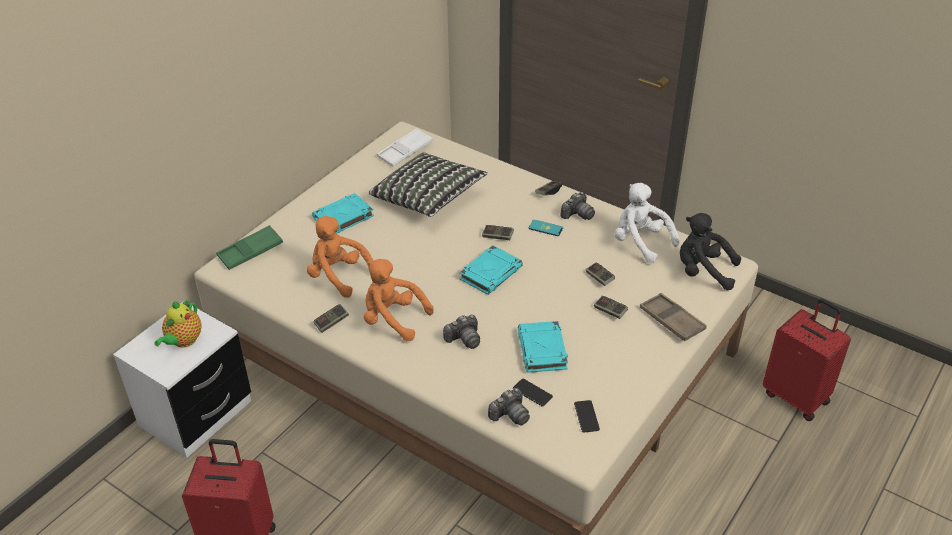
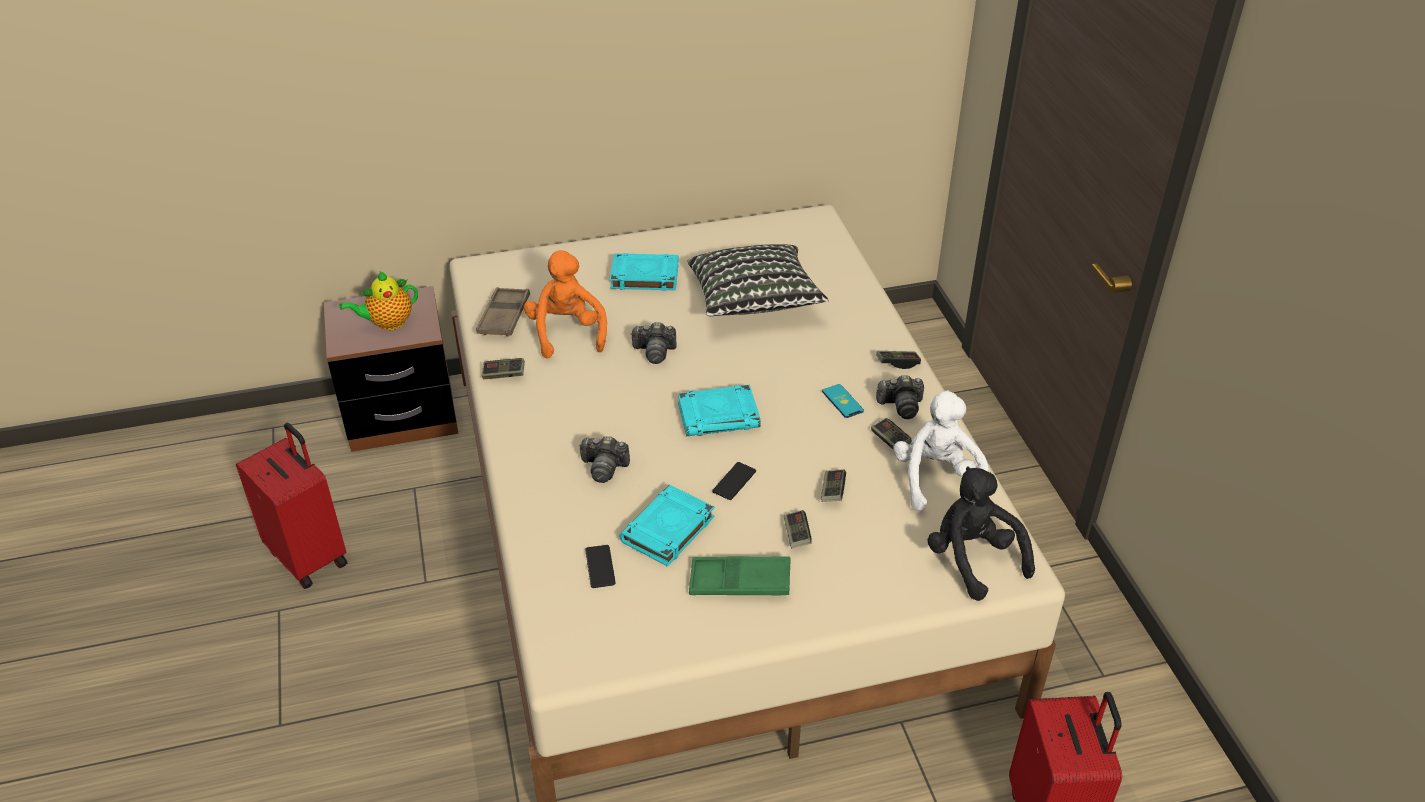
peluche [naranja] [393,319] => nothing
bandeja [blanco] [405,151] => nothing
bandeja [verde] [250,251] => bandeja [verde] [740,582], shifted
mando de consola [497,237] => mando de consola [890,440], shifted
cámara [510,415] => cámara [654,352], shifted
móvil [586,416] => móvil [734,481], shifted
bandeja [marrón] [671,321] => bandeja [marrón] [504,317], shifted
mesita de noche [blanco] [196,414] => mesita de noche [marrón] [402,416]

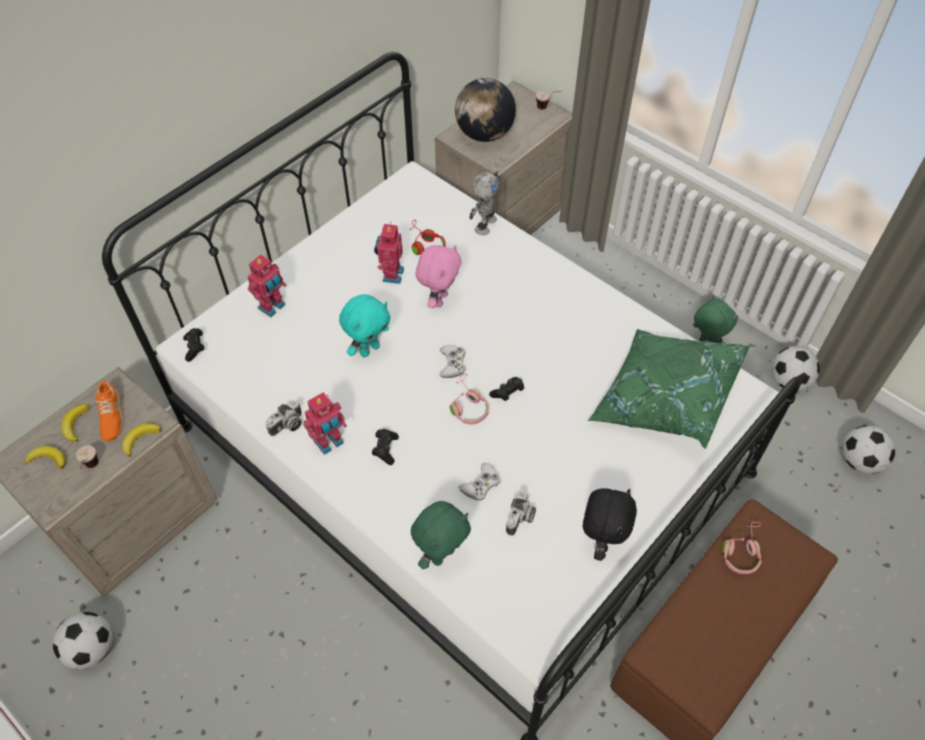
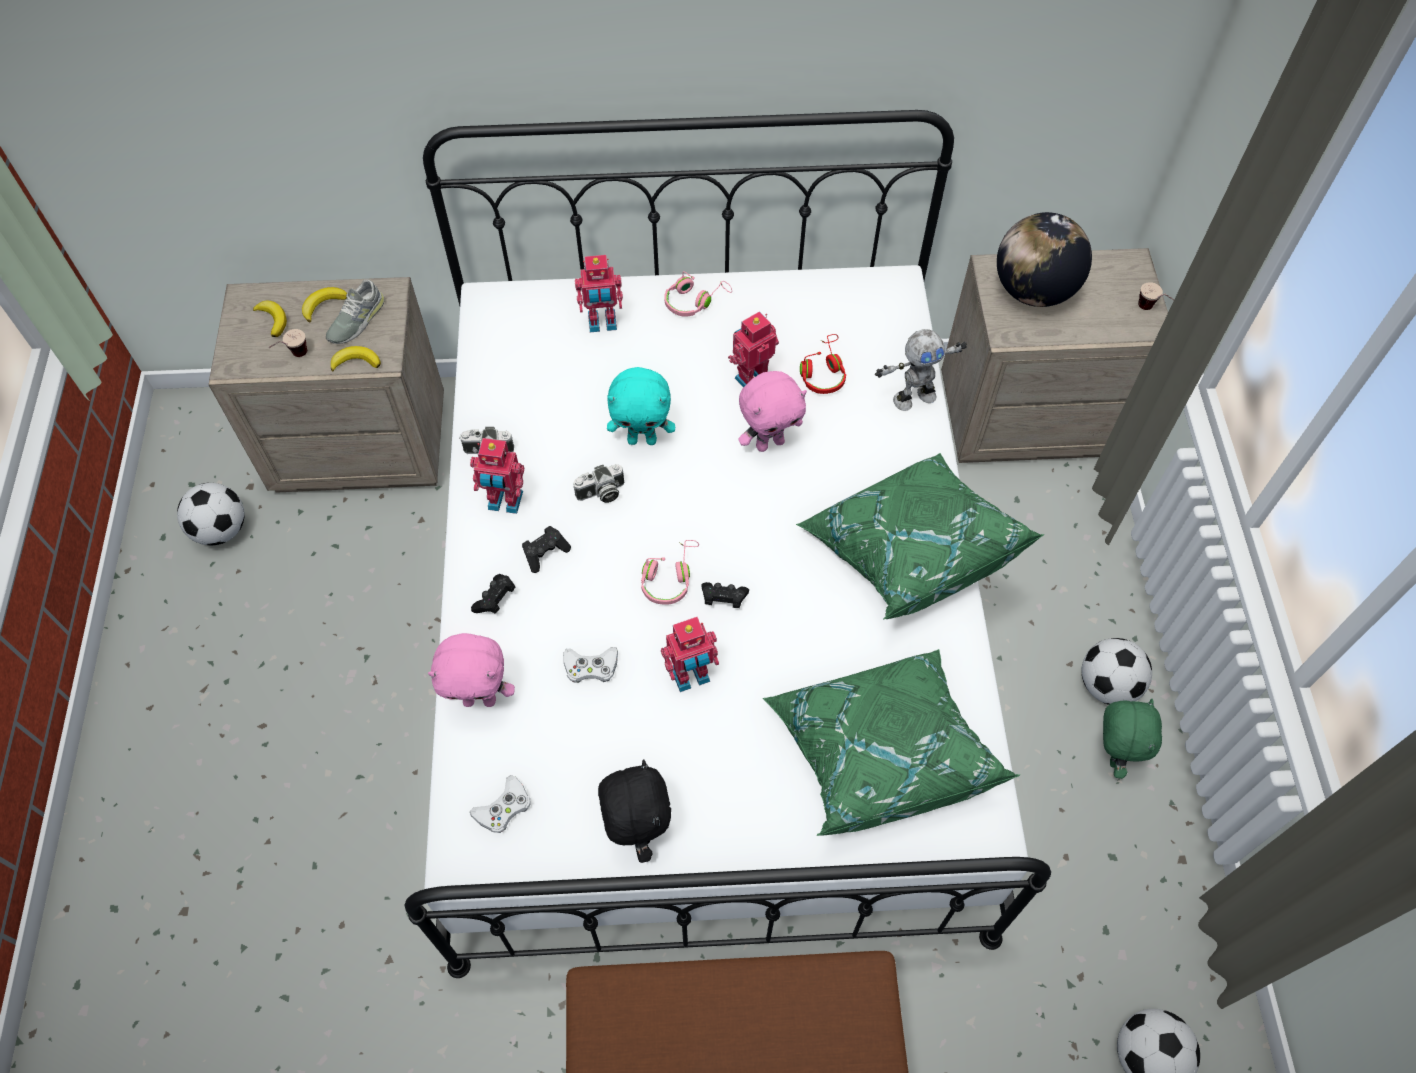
nothing => robot de juguete [691,677]
nothing => cojín [verde] [909,550]
mando de consola [negro] [195,348] => mando de consola [negro] [495,599], shifted
mando de consola [blanco] [452,364] => mando de consola [blanco] [503,808], shifted
cámara [520,519] => cámara [601,493], shifted
auriculares [rosa] [741,551] => auriculares [rosa] [694,301], shifted
balón de fútbol [788,381] => balón de fútbol [1107,685], shifted
zapato [naranja] [111,416] => zapato [gris] [356,320]
peluche [verde] [442,554] => peluche [rosa] [480,699]
peluche [negro] [601,541] => peluche [negro] [637,830], 75 degrees counterclockwise

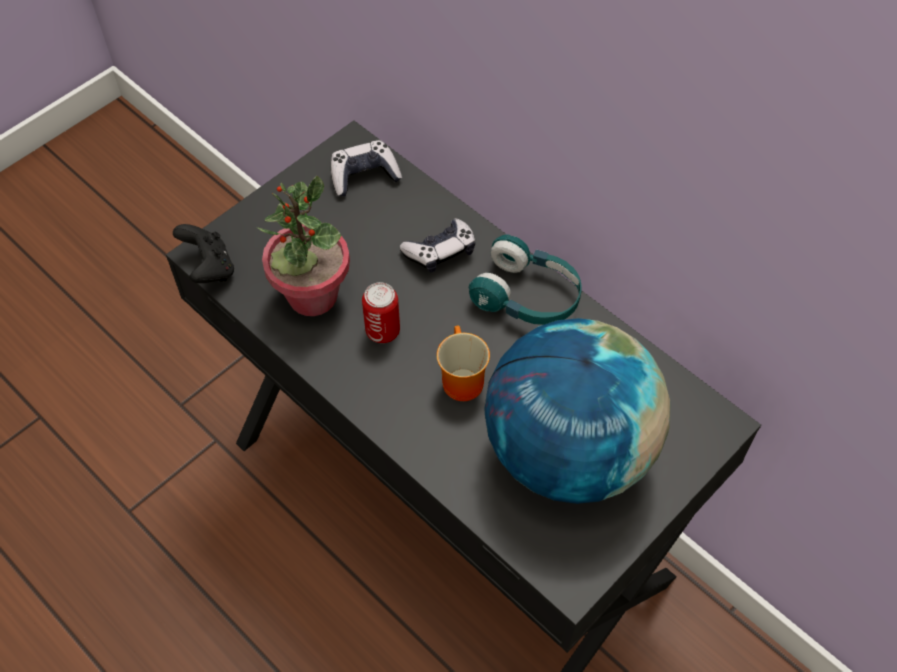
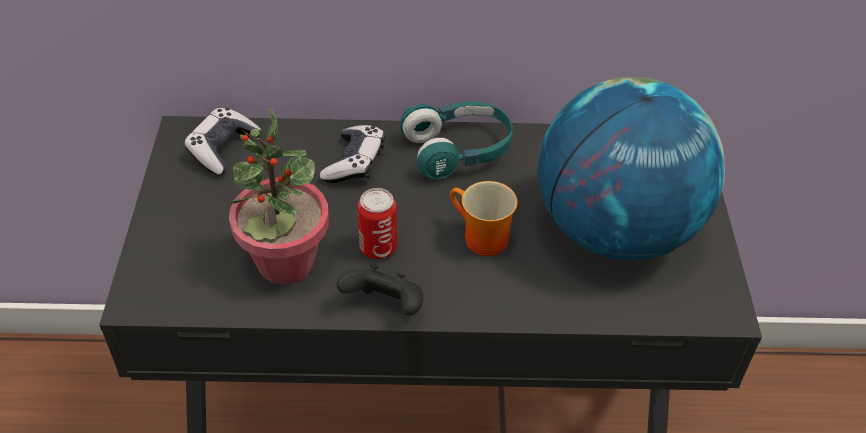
mando de consola [negro] [209,268] => mando de consola [negro] [385,306], shifted

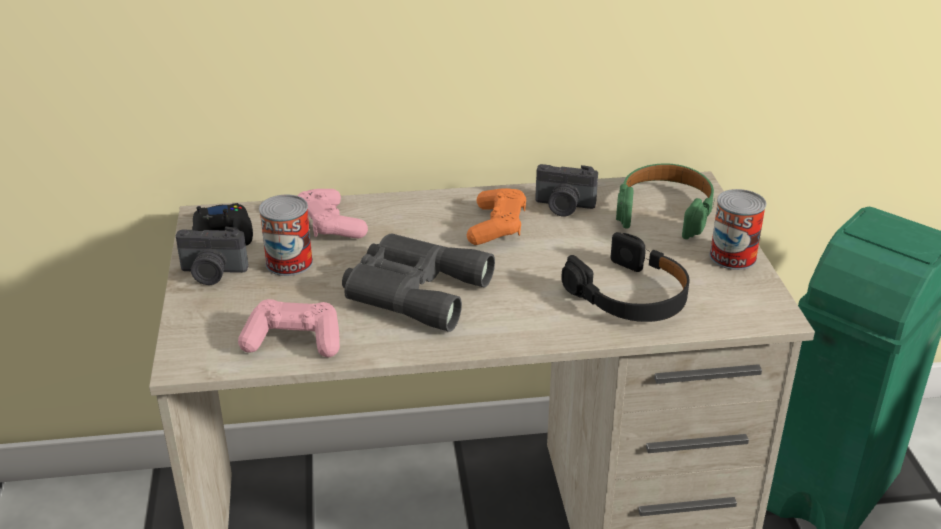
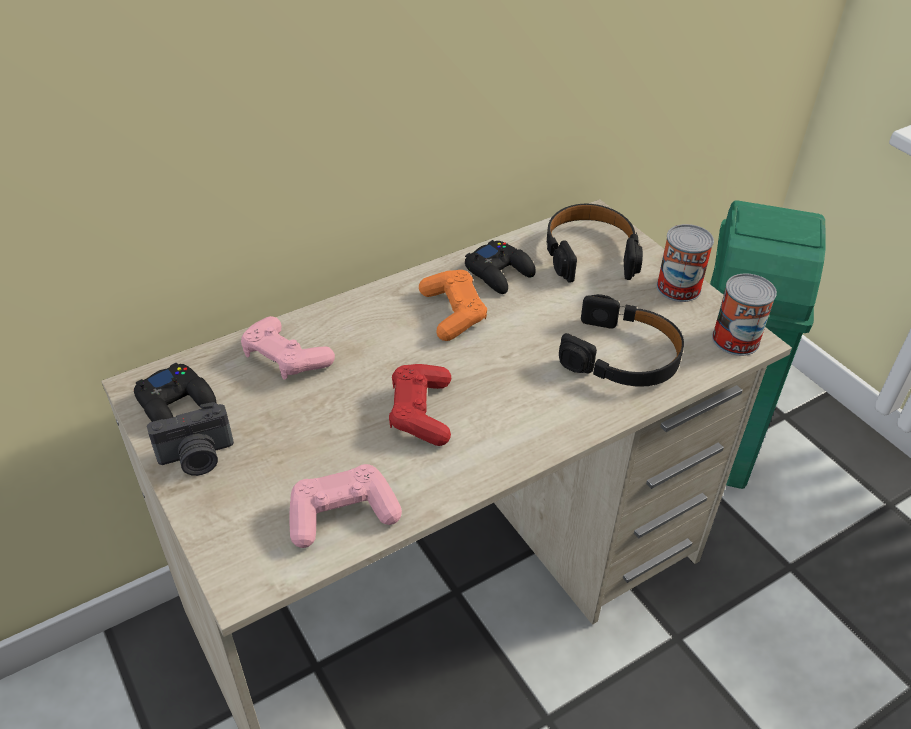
lata [289,262] => lata [735,339], shifted
prismáticos [gris] [412,289] => mando de consola [rojo] [421,412]
cámara [564,207] => mando de consola [negro] [499,273]
auriculares [verde] [664,210] => auriculares [negro] [590,252]

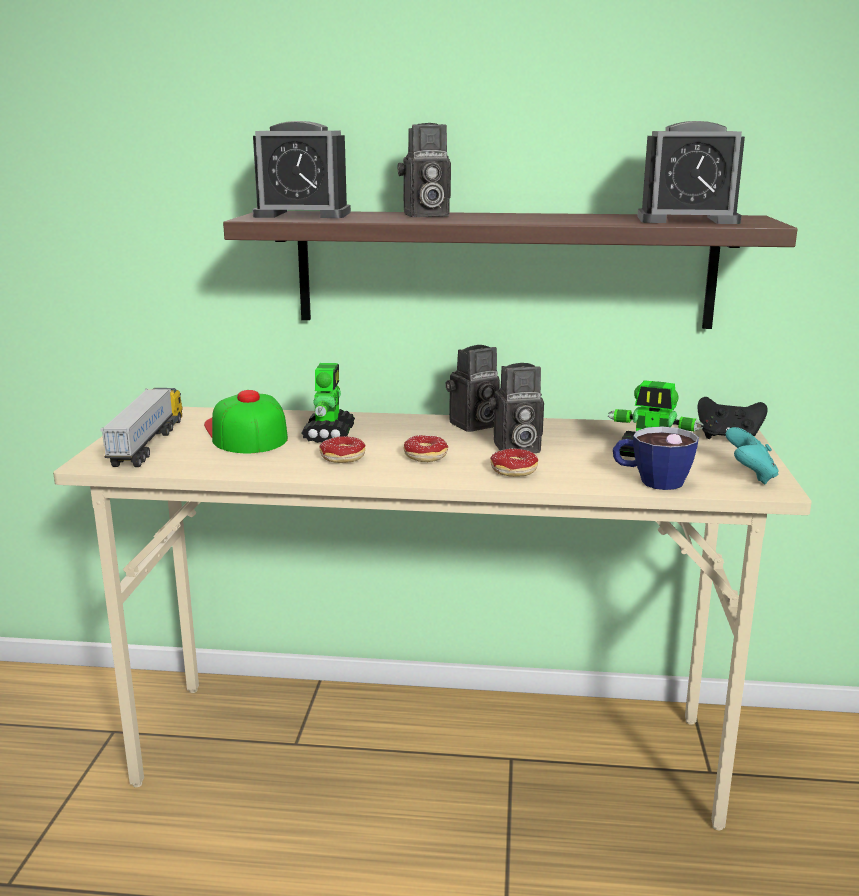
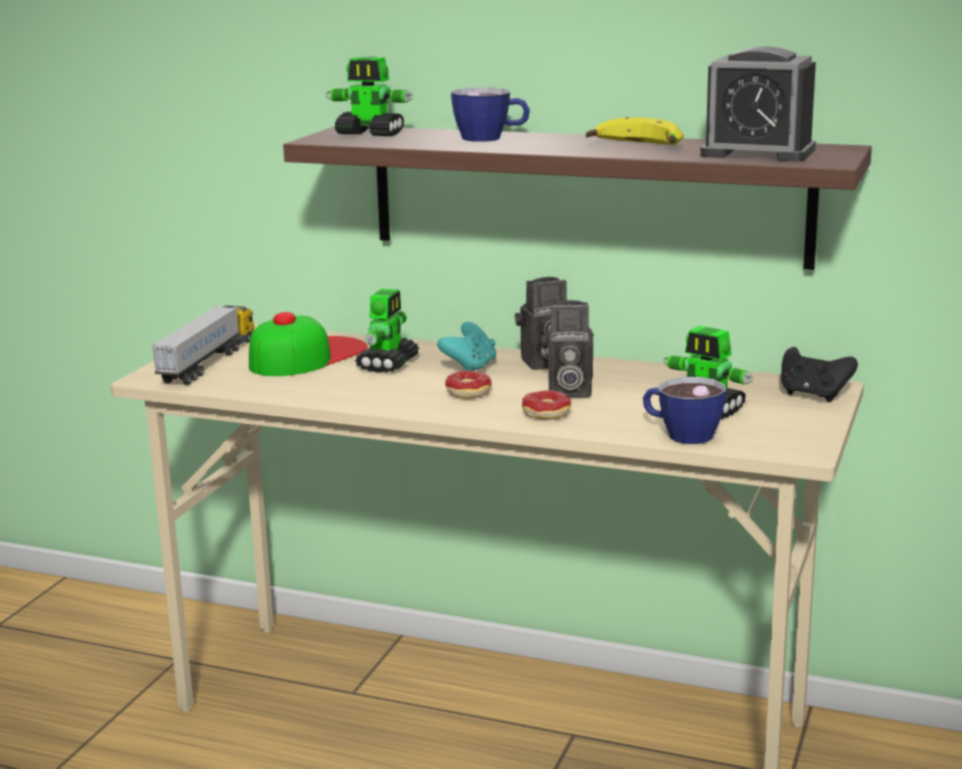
rosquilla [341,460] => nothing
nothing => plátano [635,146]
mando de consola [turquesa] [750,476] => mando de consola [turquesa] [470,368], shifted
despertador [303,214] => robot de juguete [371,134]
cámara [424,215] => taza [491,138]
gorra [245,432] => gorra [307,356], 45 degrees clockwise

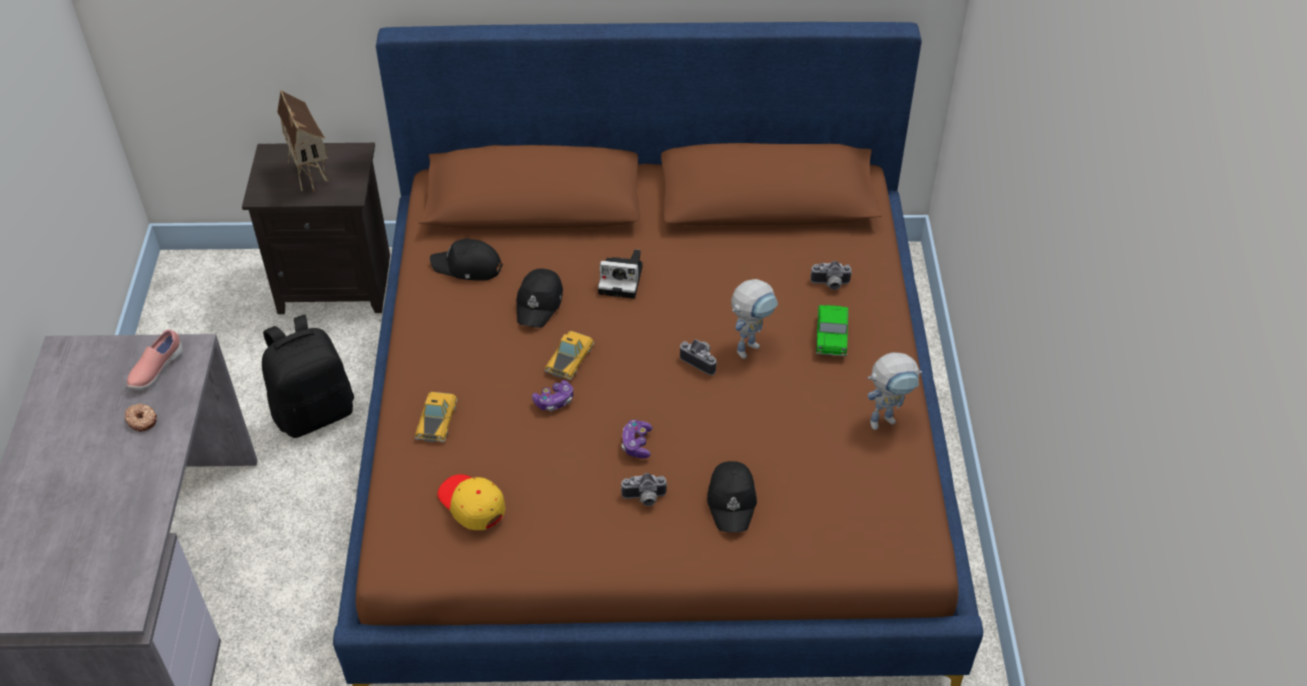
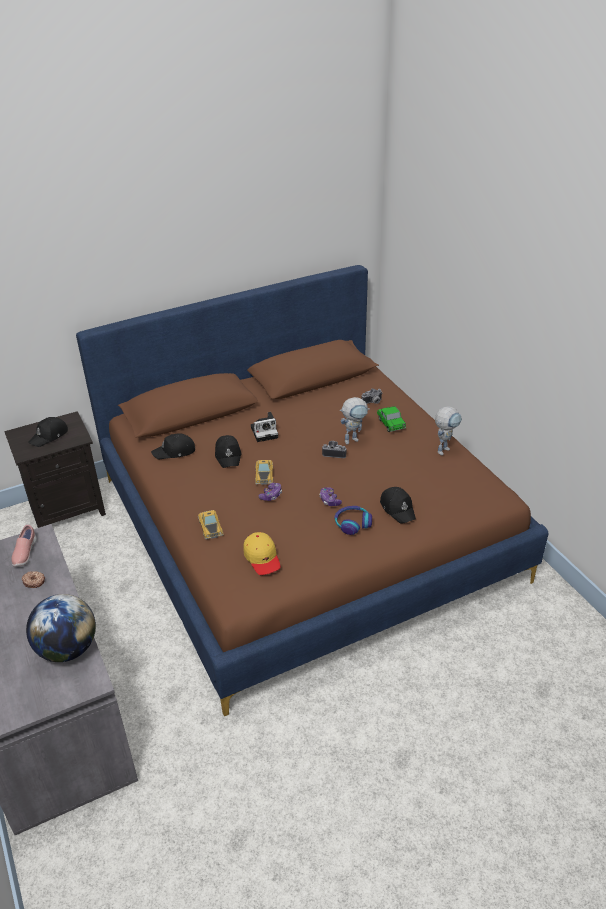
mochila [negro] [314,411] => nothing
nothing => globo terráqueo [68,649]
casita [311,174] => gorra [negro] [49,436]
cámara [644,498] => auriculares [352,523]
gorra [amarillo] [471,504] => gorra [amarillo] [262,558], 135 degrees counterclockwise
robot de juguete [750,345] => robot de juguete [354,439], 45 degrees clockwise

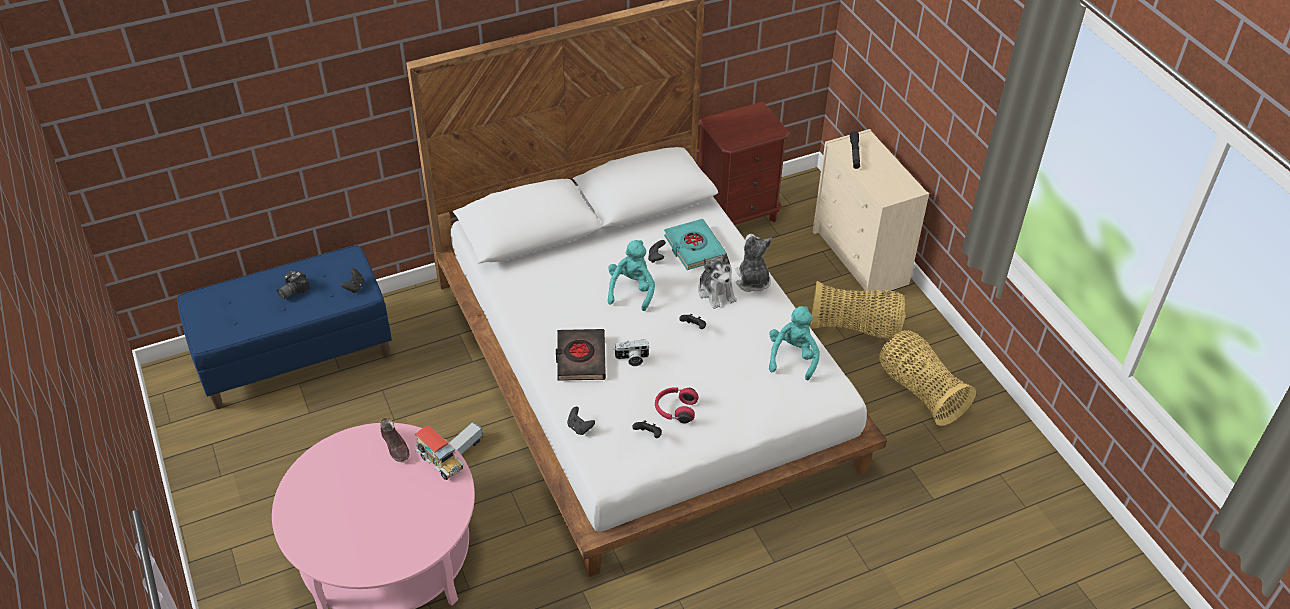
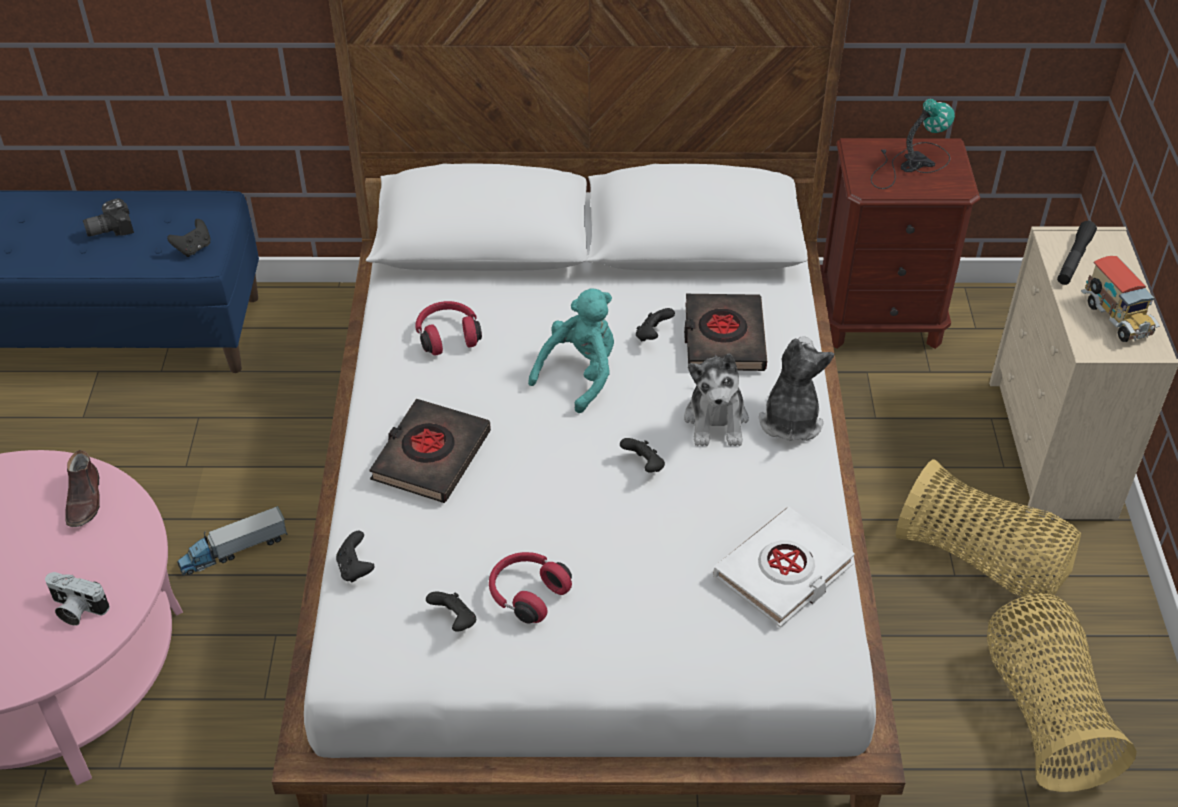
nothing => auriculares [rojo] [448,336]
nothing => lámpara de mesa [909,164]
camión de juguete [440,463] => camión de juguete [1115,319], shifted
cámara [632,359] => cámara [76,609], shifted
peluche [turquesa] [793,357] => libro [blanco] [783,572]
libro [turquesa] [694,248] => libro [negro] [723,338]

